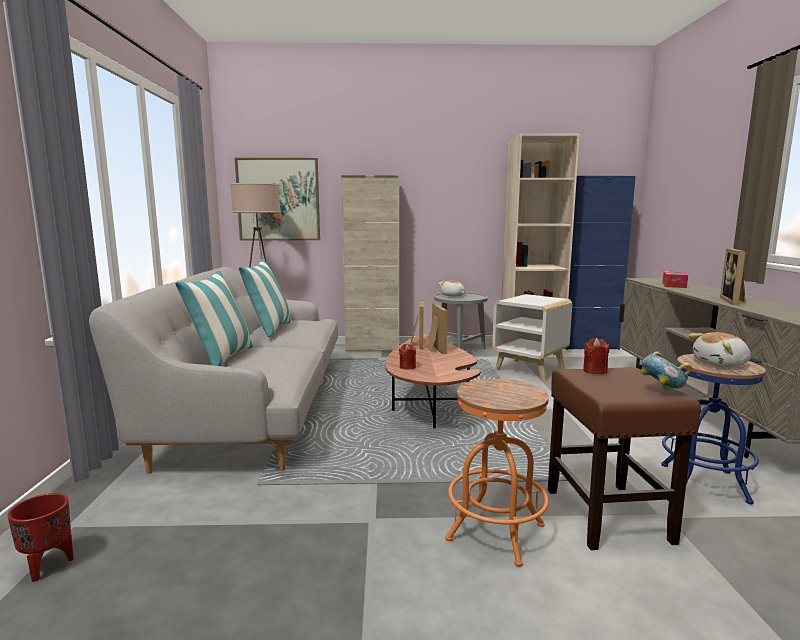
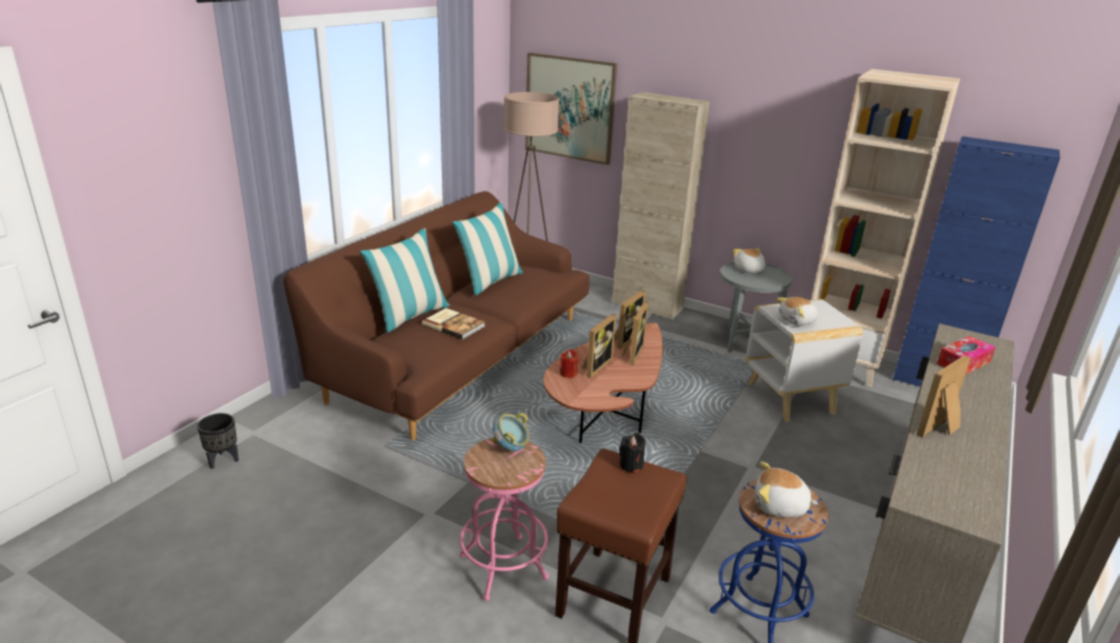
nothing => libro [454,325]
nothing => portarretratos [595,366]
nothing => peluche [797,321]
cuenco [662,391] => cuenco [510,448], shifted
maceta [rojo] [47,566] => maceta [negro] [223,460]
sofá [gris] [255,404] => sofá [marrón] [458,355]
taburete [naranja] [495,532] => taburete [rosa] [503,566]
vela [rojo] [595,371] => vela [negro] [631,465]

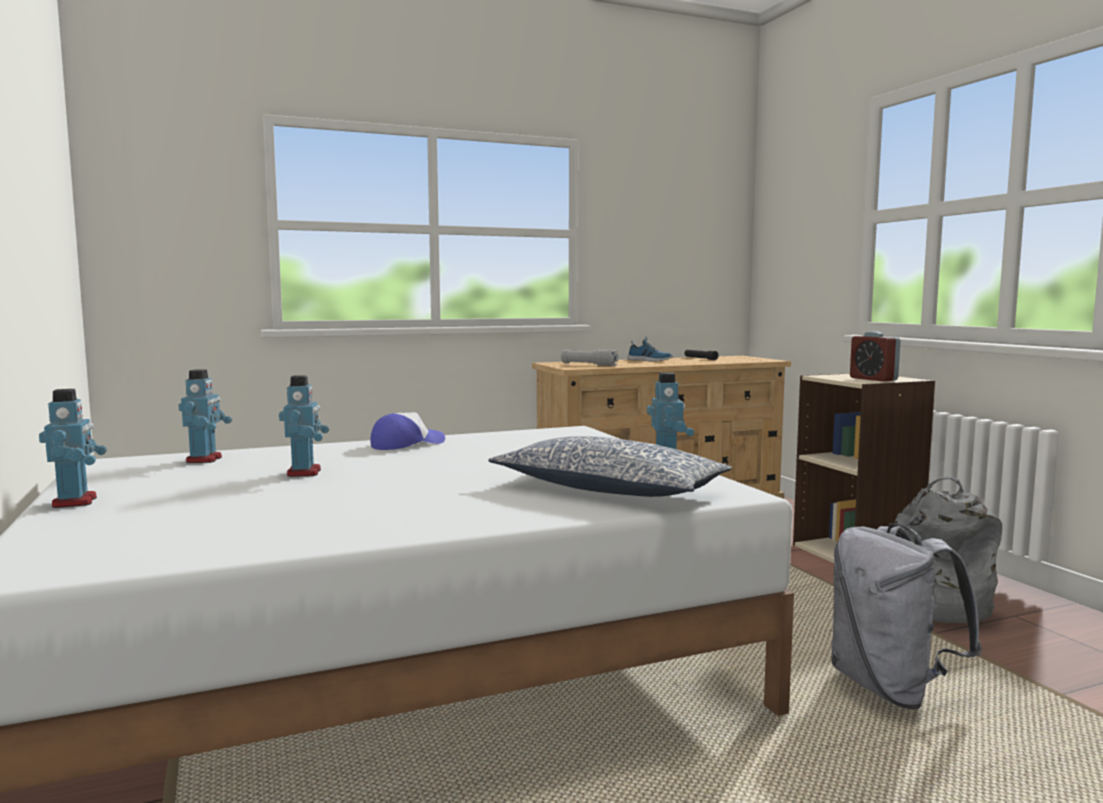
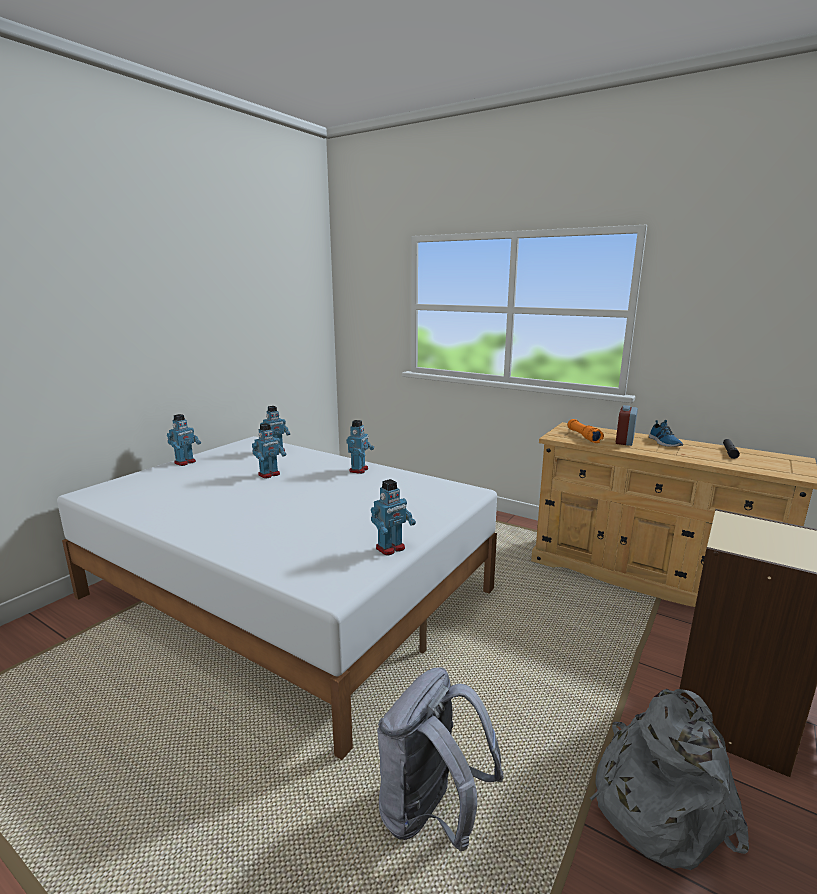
cojín [608,489] => nothing
despertador [873,379] => despertador [624,441], shifted
gorra [407,444] => robot de juguete [359,470]
linterna [gris] [589,365] => linterna [naranja] [583,436]

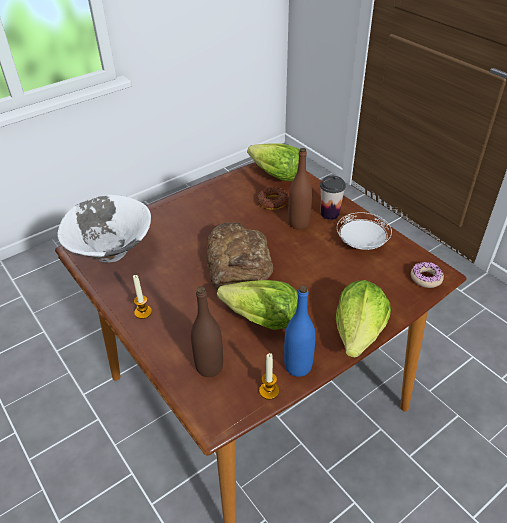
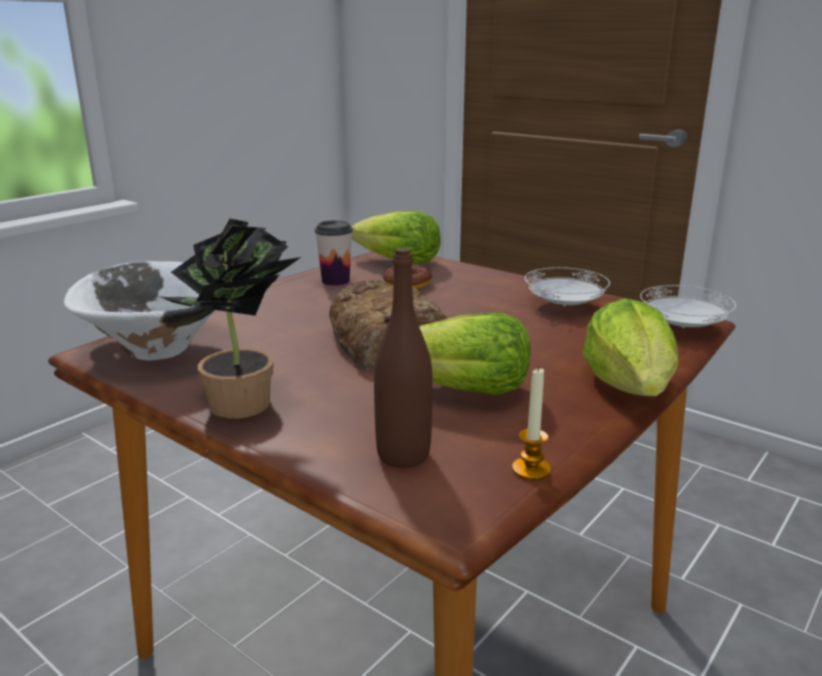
botella [azul] [298,366] => nothing
botella [marrón] [299,223] => nothing
taza [329,214] => taza [335,281], shifted
vela [143,312] => planta en maceta [245,407]
rosquilla [426,278] => plato [blanco] [682,327]

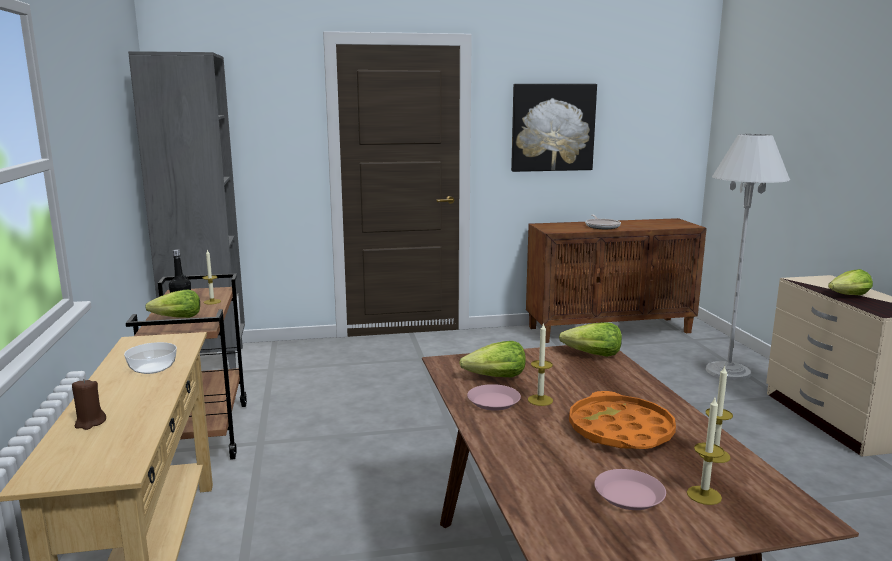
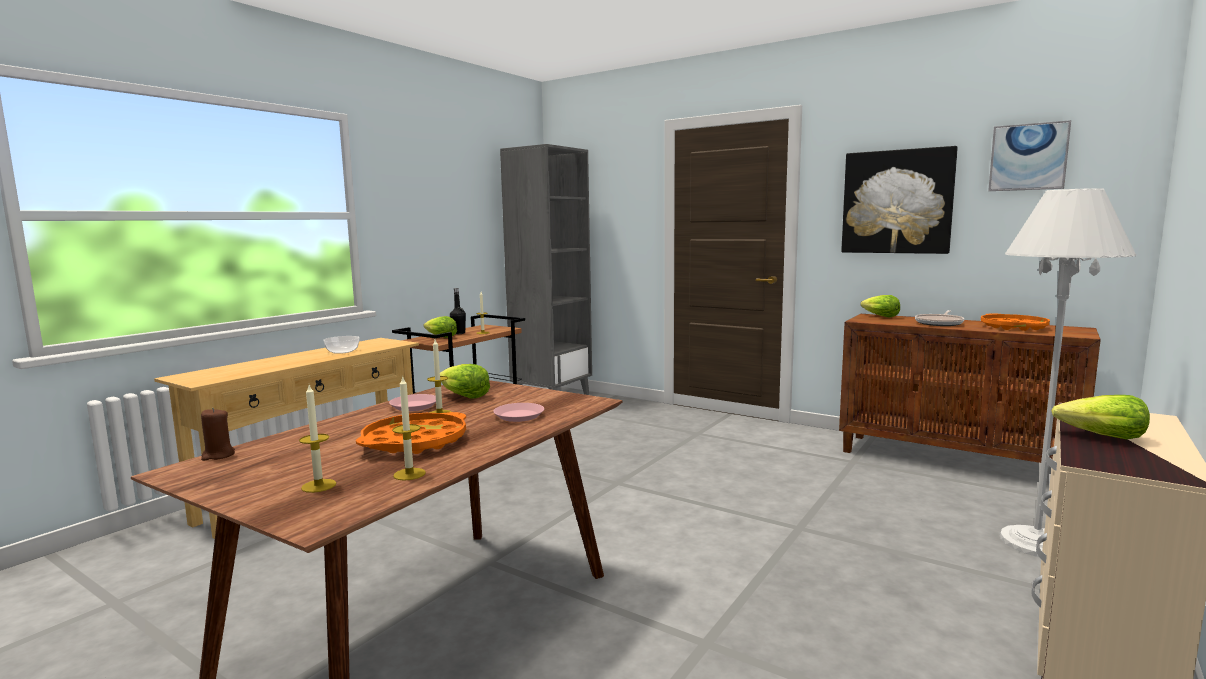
nothing => bandeja [naranja] [1013,327]
nothing => cuadro [1028,157]
vela [marrón] [90,423] => vela [marrón] [218,455], shifted
lechuga [592,355] => lechuga [880,316], shifted
plato [rosa] [629,495] => plato [rosa] [519,416], shifted

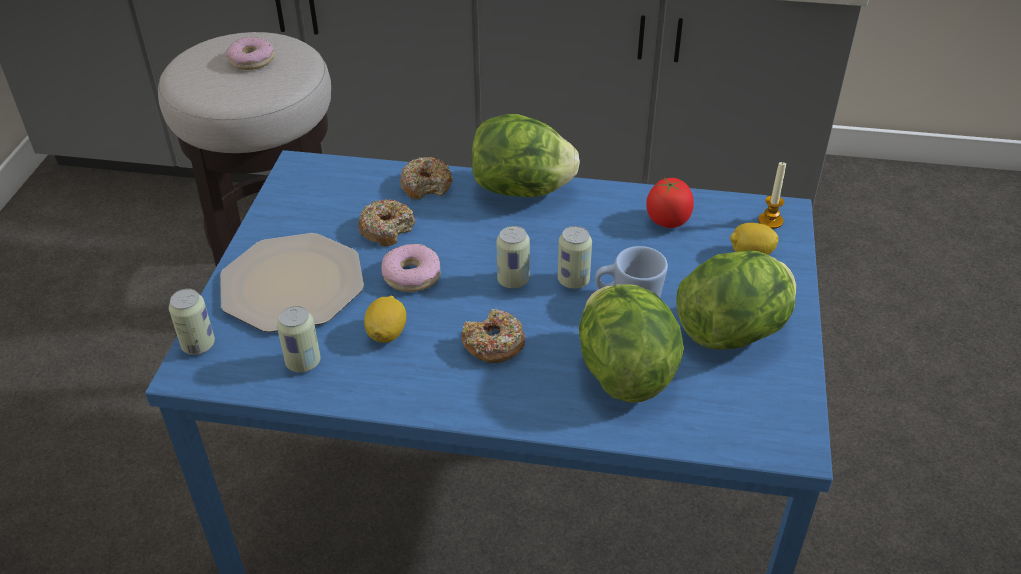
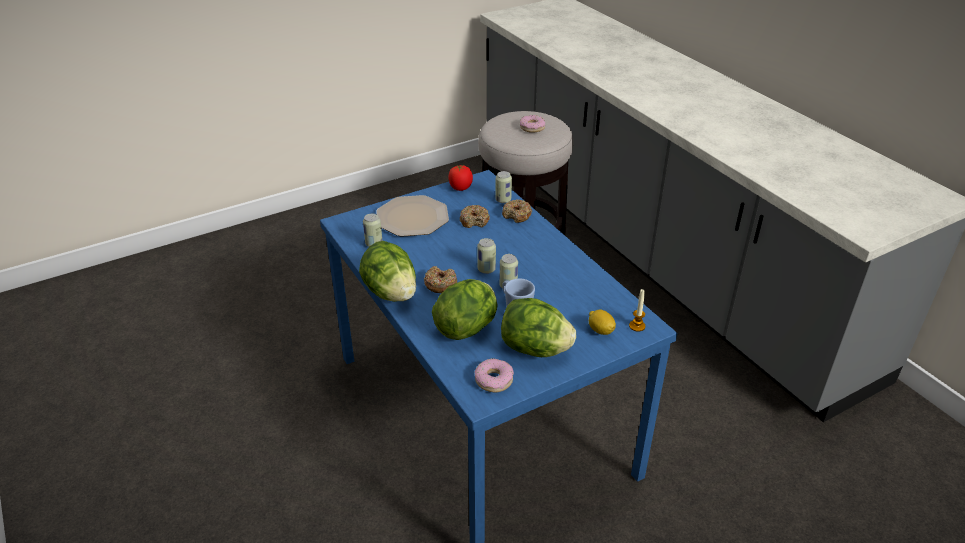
limón [387,333] => nothing
lata [198,345] => lata [503,200], shifted
rosquilla [412,275] => rosquilla [494,380], shifted
lechuga [522,190] => lechuga [391,293], shifted
tomate [667,220] => tomate [460,188], shifted

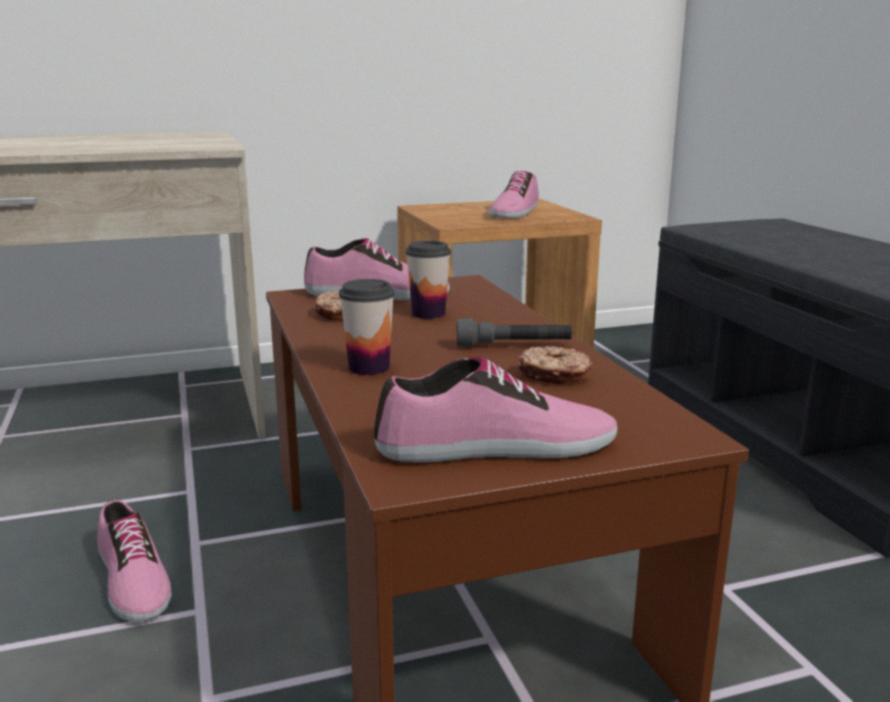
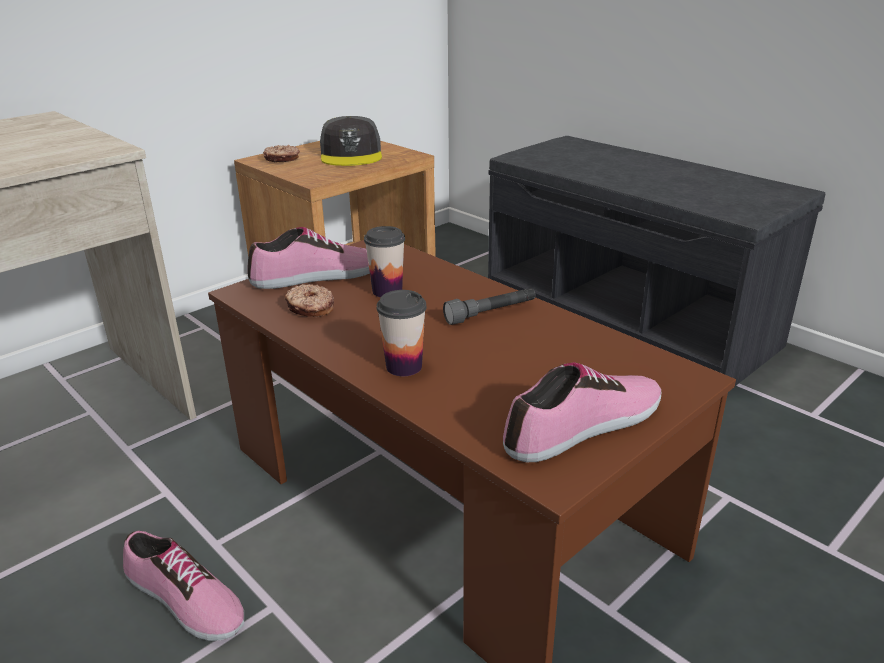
rosquilla [553,376] => rosquilla [282,159], shifted
zapato [514,212] => gorra [gris] [351,155]

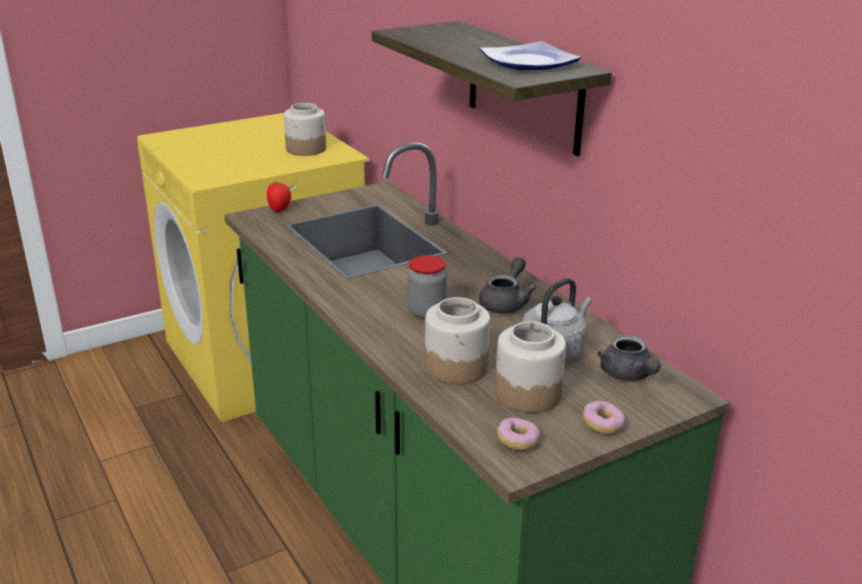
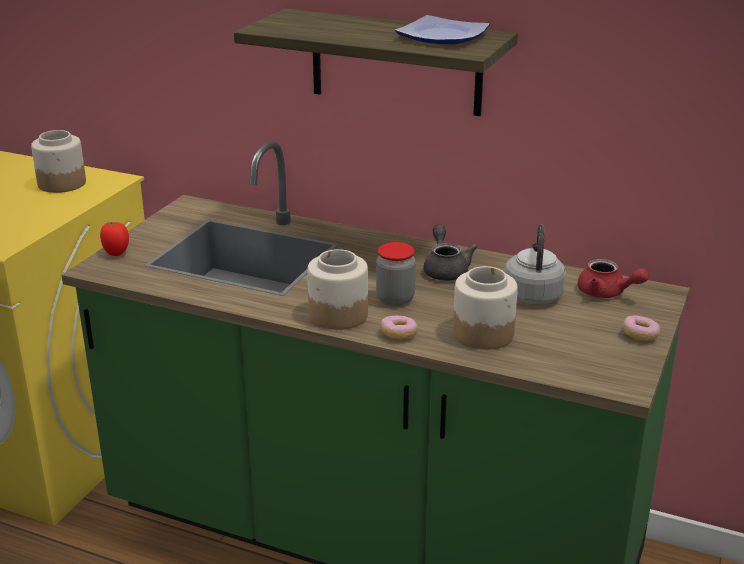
tarro [528,393] => tarro [337,315], shifted
rosquilla [518,442] => rosquilla [398,334], shifted
tetera [gris] [628,375] => tetera [rojo] [606,293]

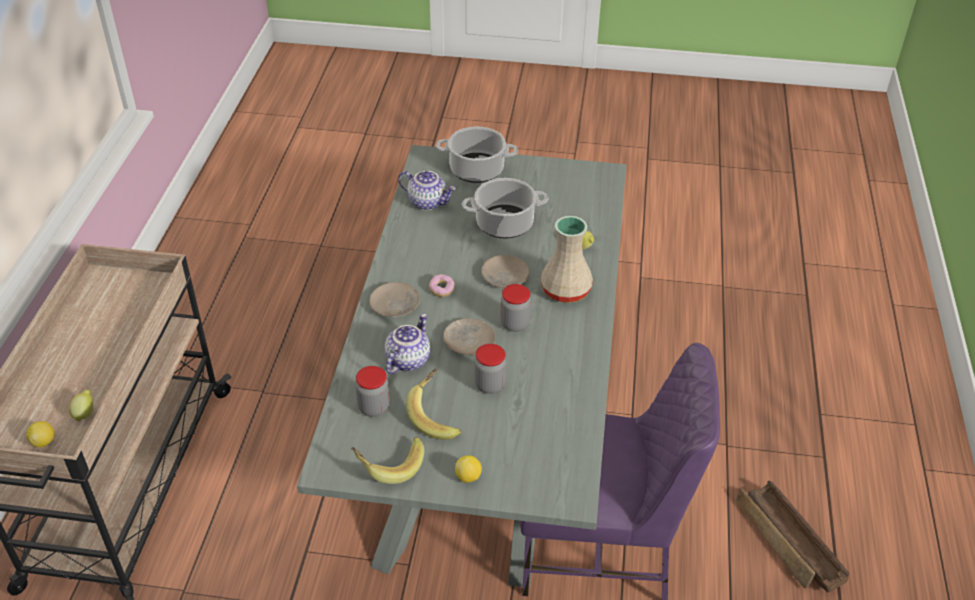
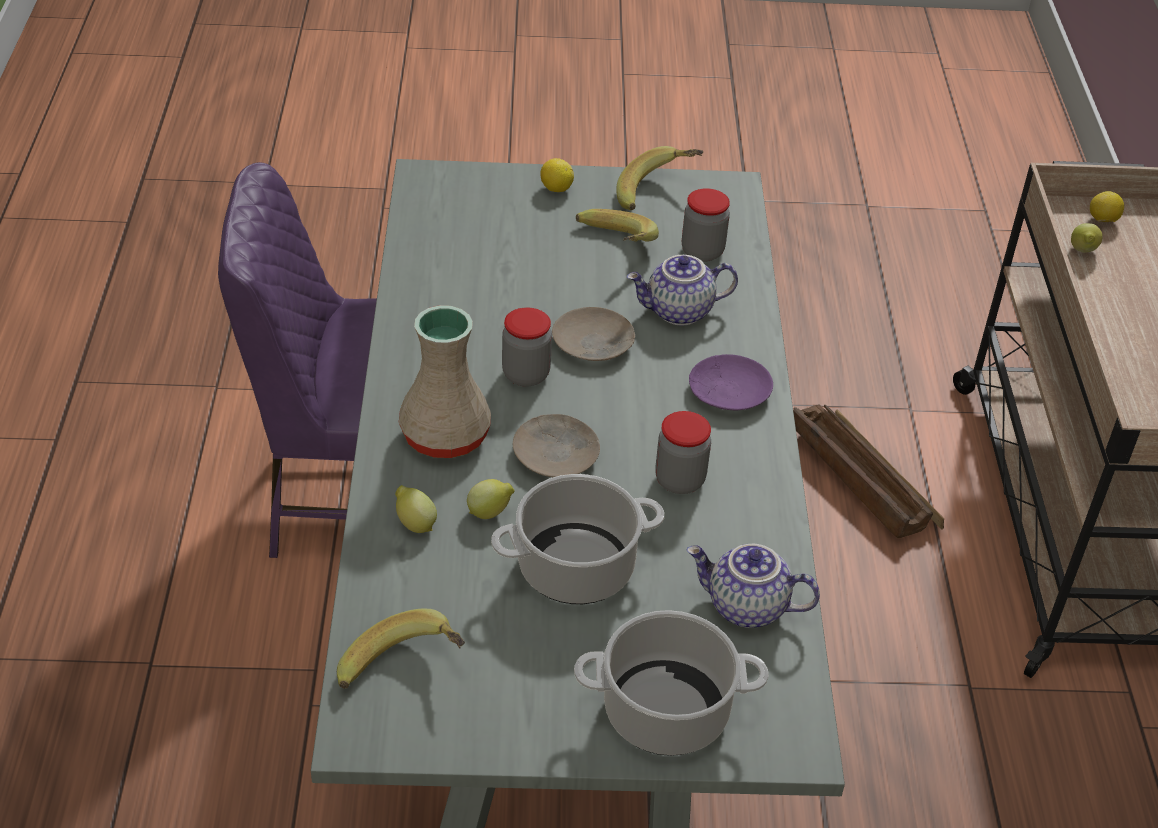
rosquilla [441,290] => nothing
nothing => plátano [404,672]
nothing => limón [490,513]
tarro [490,385] => tarro [679,480], shifted
caja de embalaje [789,544] => caja de embalaje [861,480], shifted
plato [beis] [395,305] => plato [morado] [728,391]
tetera [407,360] => tetera [679,312], 60 degrees clockwise

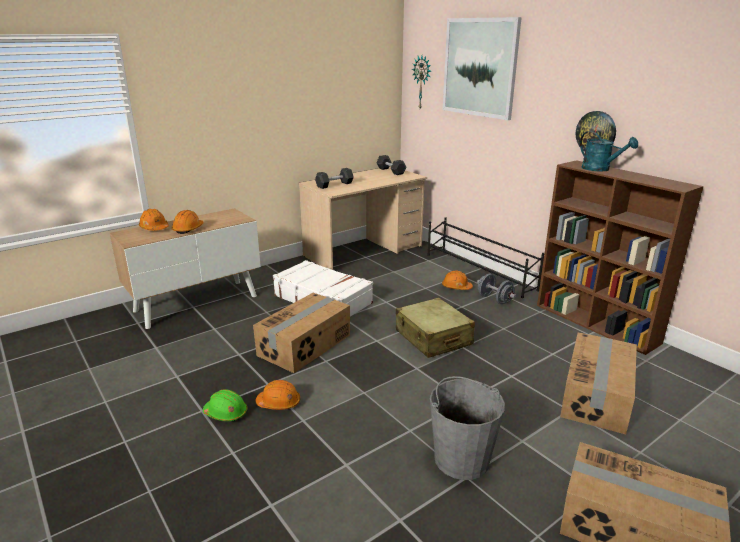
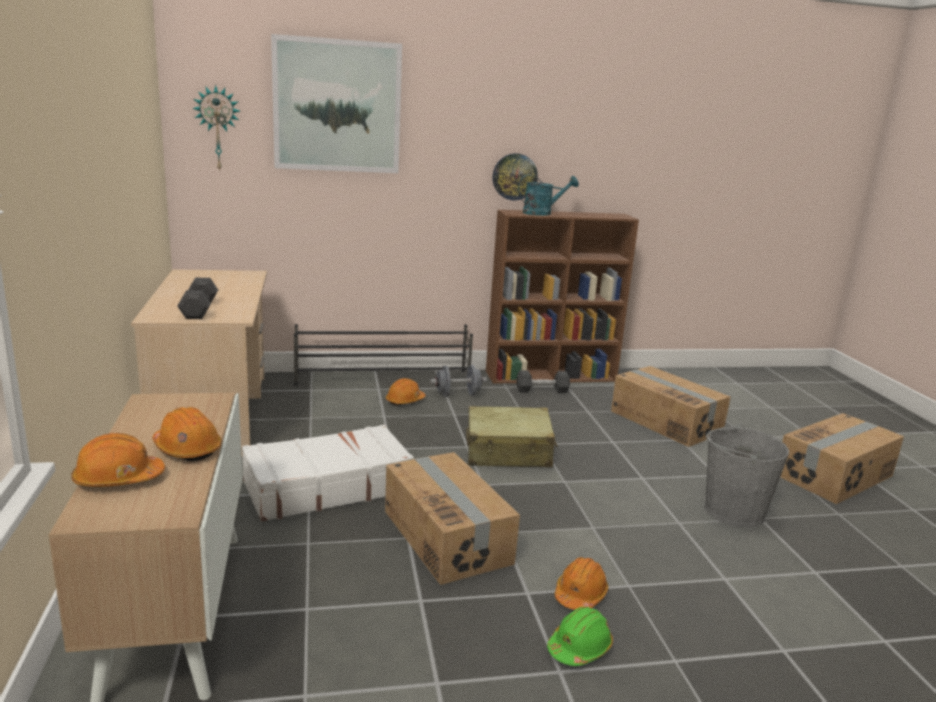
mancuerna [negro] [391,171] => mancuerna [negro] [542,390], shifted

